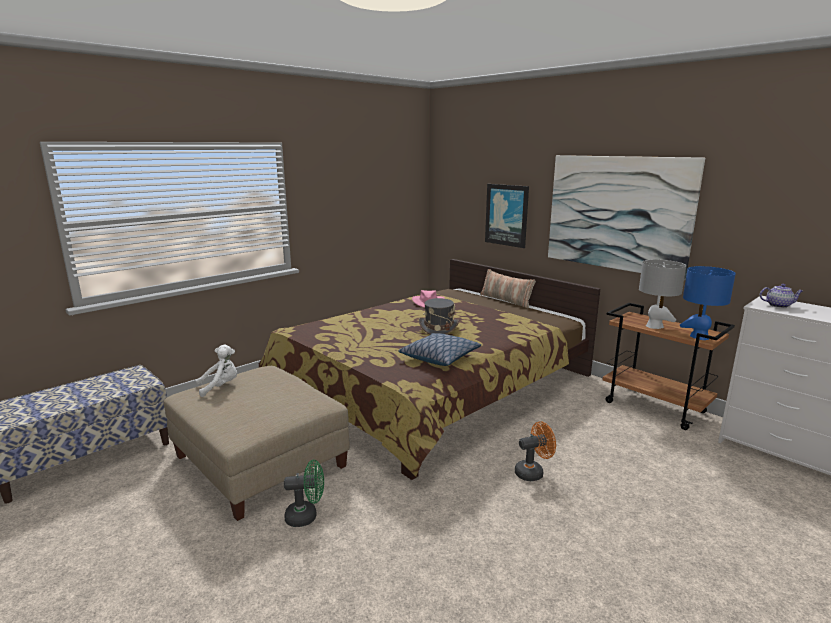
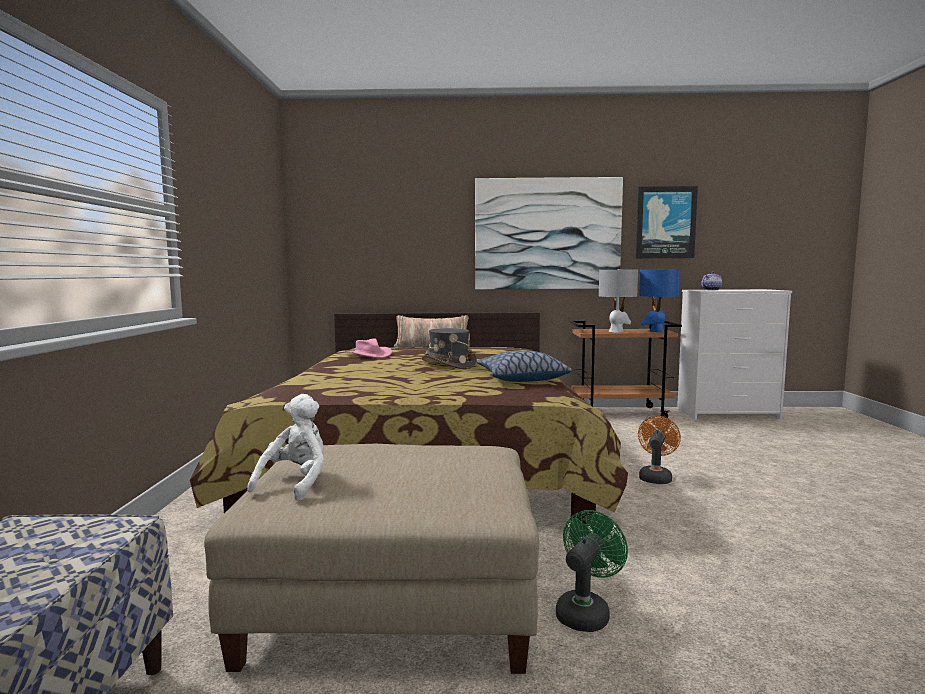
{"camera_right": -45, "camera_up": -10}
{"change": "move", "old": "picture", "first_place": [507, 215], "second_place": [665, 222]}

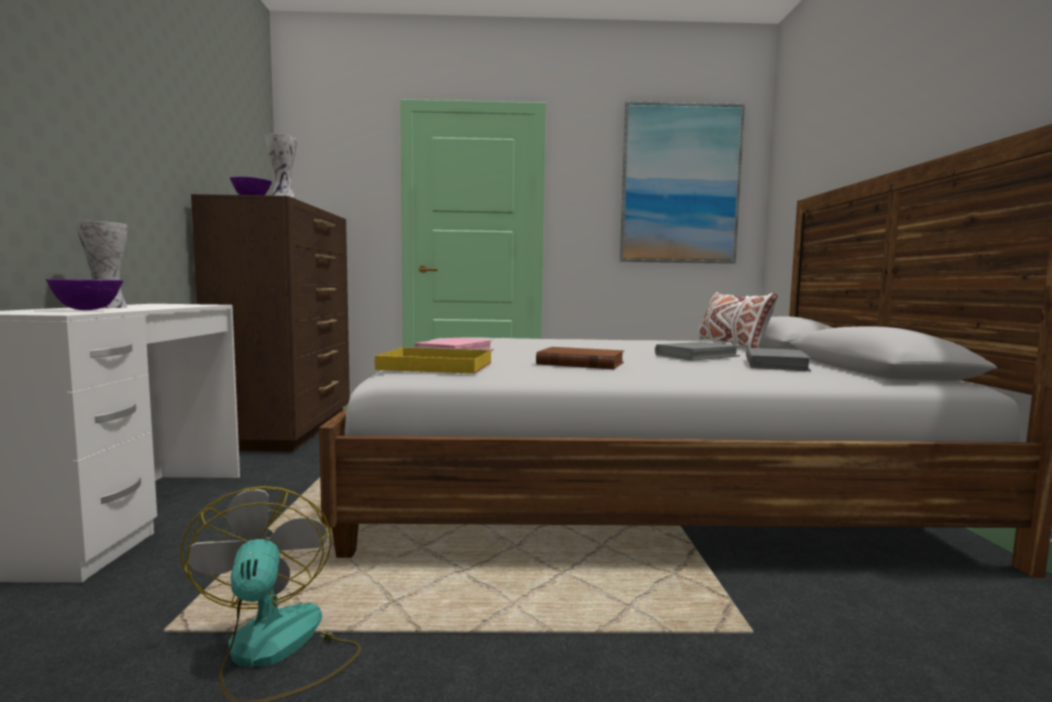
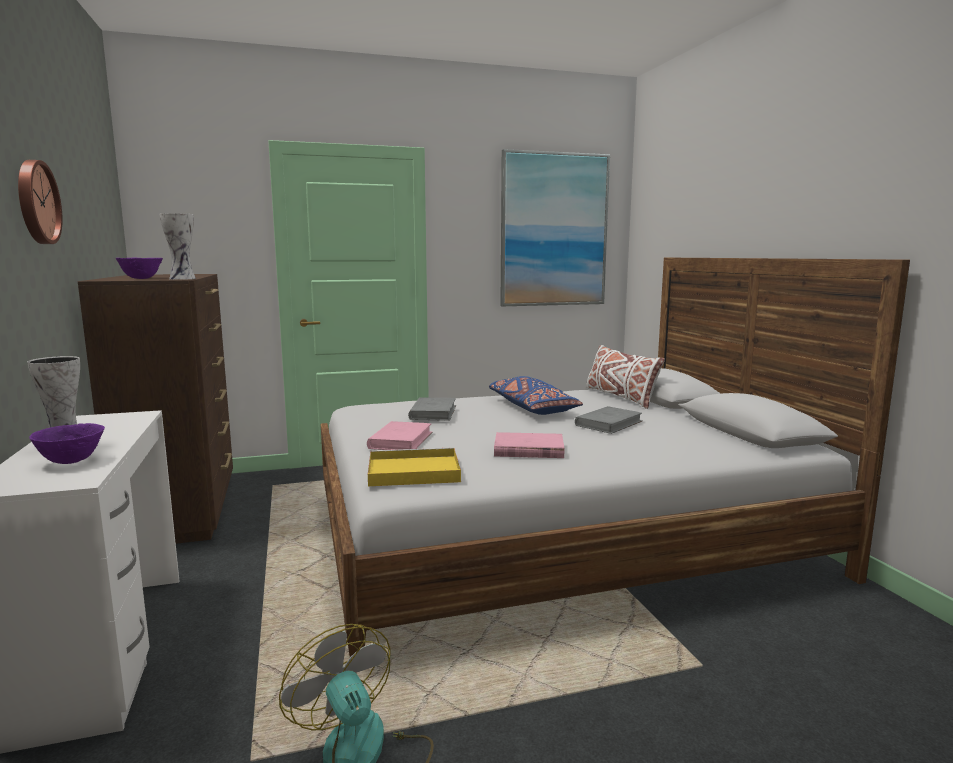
{"camera_right": -15, "camera_up": 5}
{"change": "insert", "new": "wall_clock", "second_place": [35, 202]}
{"change": "insert", "new": "blue_pillow", "second_place": [531, 407]}
{"change": "move", "old": "grey_book", "first_place": [776, 364], "second_place": [433, 412]}
{"change": "recolor", "old": "brown_book", "new": "pink_book", "first_place": [580, 363], "second_place": [528, 450]}

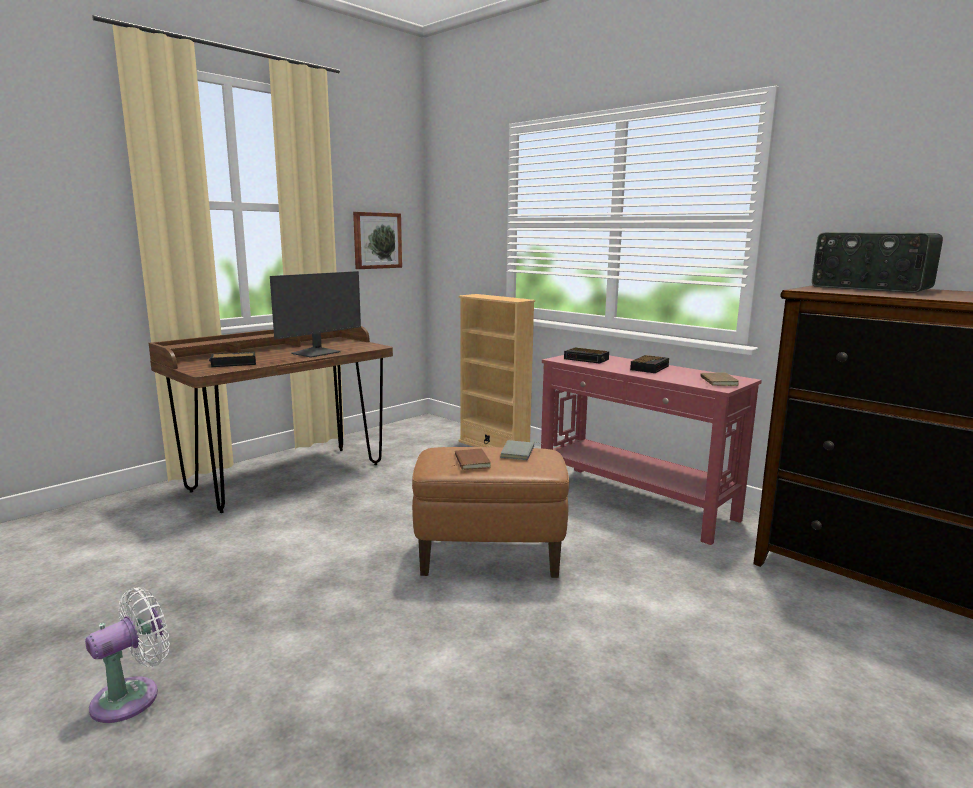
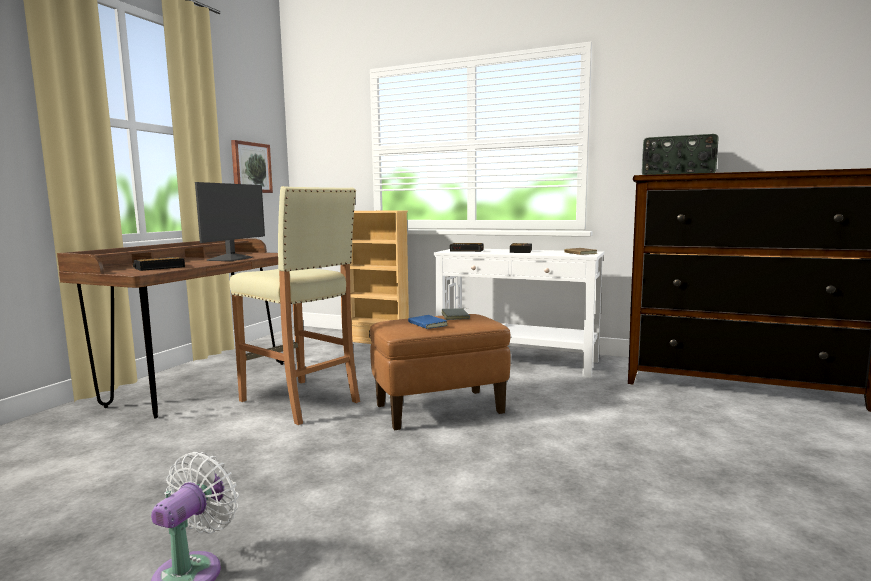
{"camera_right": -20, "camera_up": -5}
{"change": "insert", "new": "beige_stool", "second_place": [300, 401]}
{"change": "recolor", "old": "brown_book", "new": "blue_book", "first_place": [470, 462], "second_place": [426, 324]}
{"change": "recolor", "old": "red_console_table", "new": "white_console_table", "first_place": [635, 502], "second_place": [517, 361]}

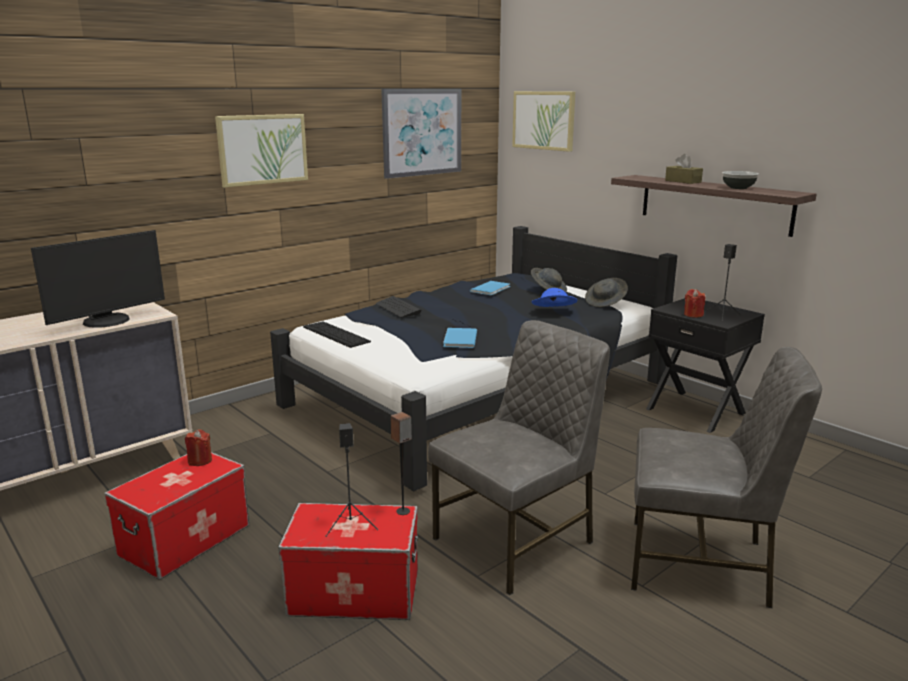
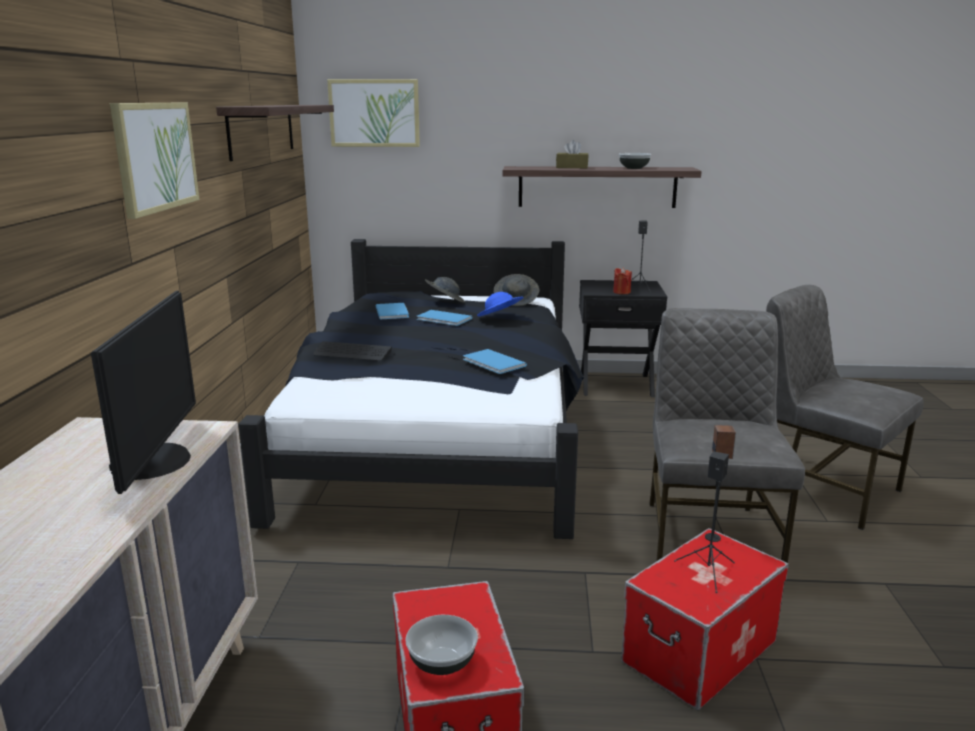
{"camera_right": -45, "camera_up": 0}
{"change": "delete", "old": "red_candle", "first_place": [200, 461]}
{"change": "delete", "old": "keyboard", "first_place": [336, 334]}
{"change": "insert", "new": "bowl", "second_place": [442, 662]}
{"change": "insert", "new": "blue_book", "second_place": [444, 319]}
{"change": "replace", "old": "picture", "new": "shelf", "first_place": [422, 132], "second_place": [262, 130]}
{"change": "rotate", "old": "grey_chair", "first_place": [700, 564], "second_place": [822, 488], "degrees": -105}

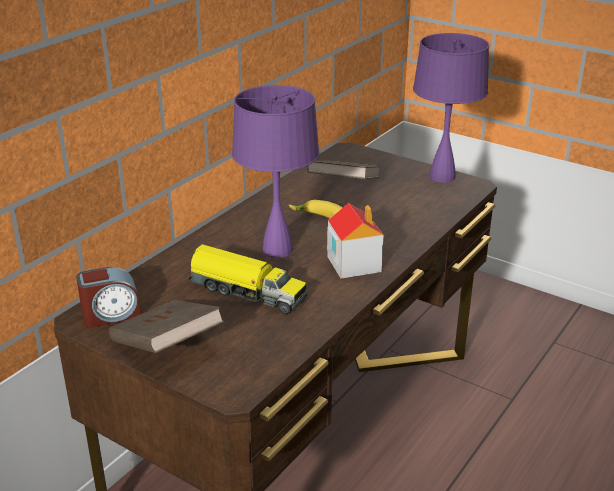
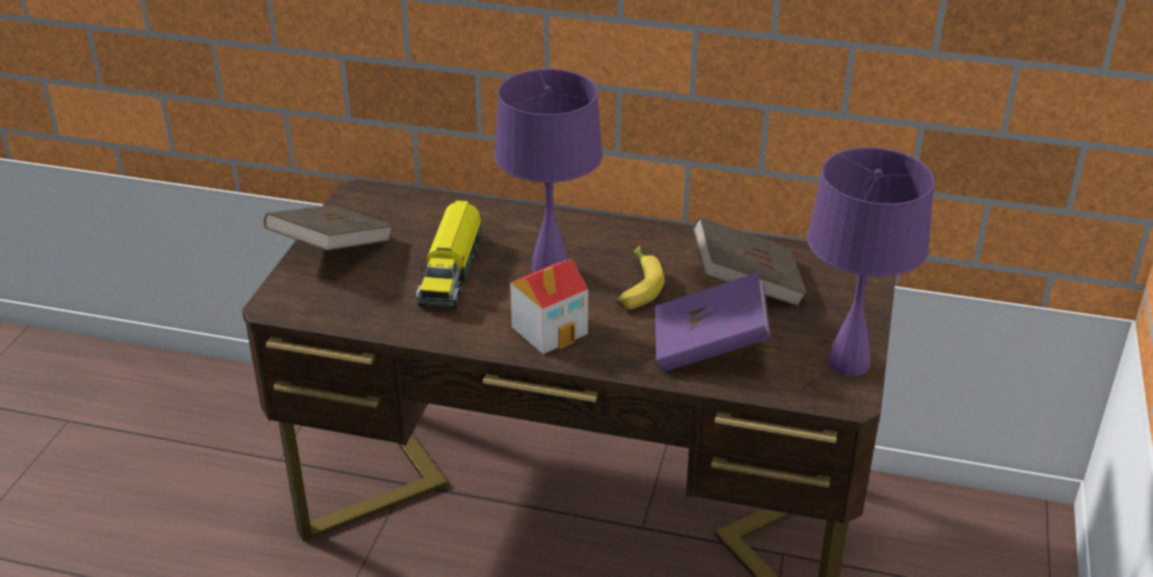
{"camera_right": 70, "camera_up": 5}
{"change": "delete", "old": "alarm_clock", "first_place": [111, 315]}
{"change": "insert", "new": "purple_book", "second_place": [709, 347]}

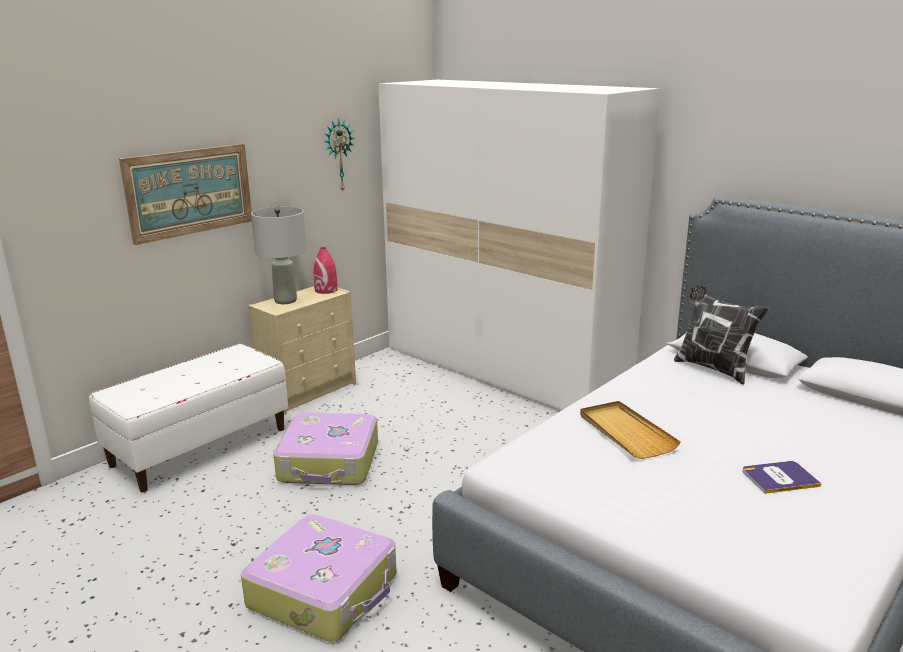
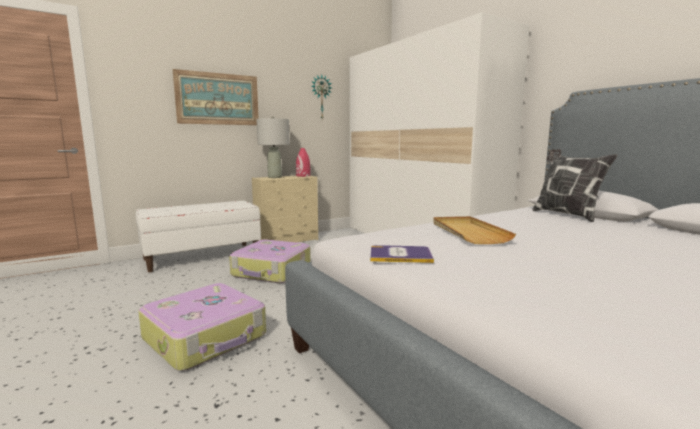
{"camera_right": 15, "camera_up": -10}
{"change": "move", "old": "book", "first_place": [779, 478], "second_place": [400, 255]}

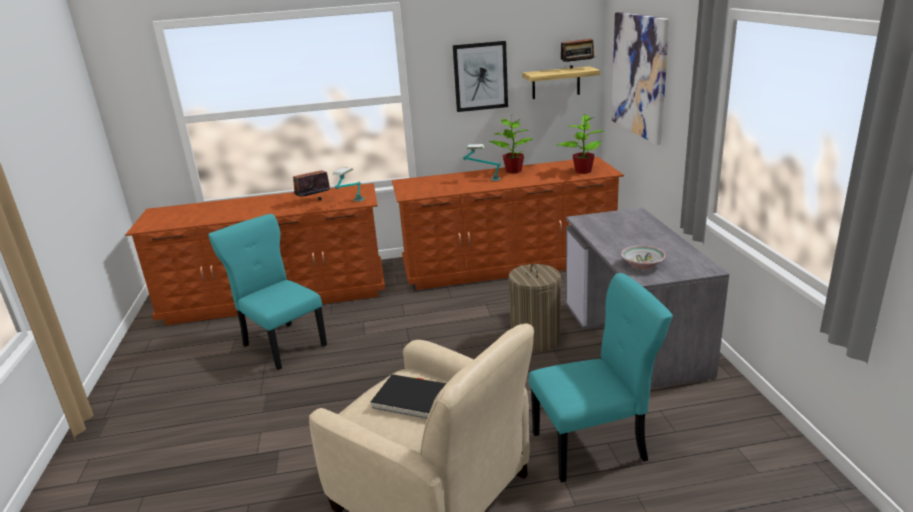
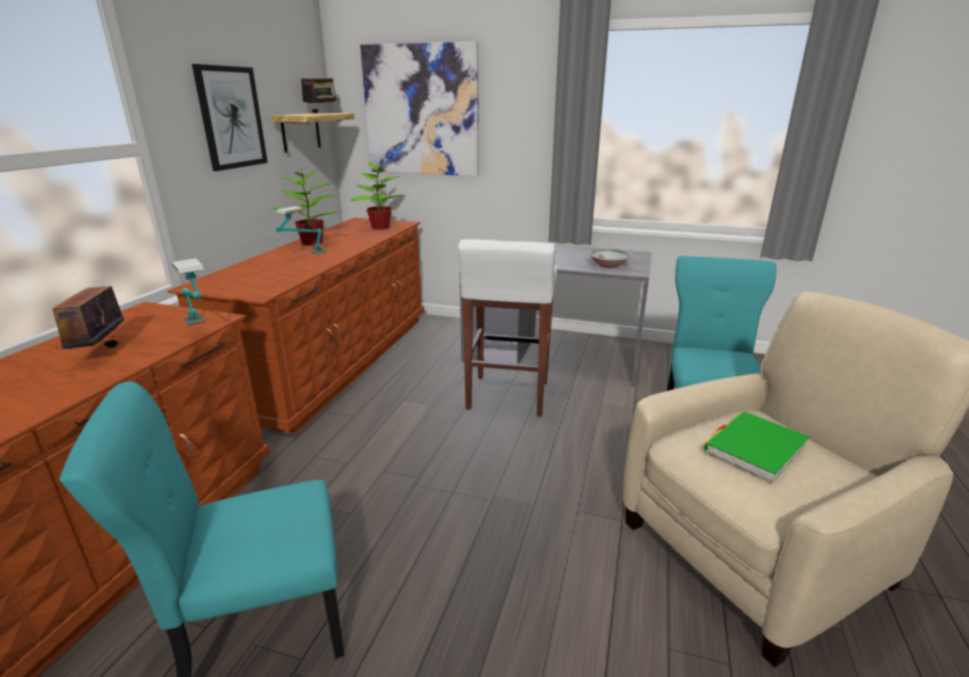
{"camera_right": -65, "camera_up": 0}
{"change": "replace", "old": "laundry_basket", "new": "white_stool", "first_place": [535, 339], "second_place": [507, 396]}
{"change": "recolor", "old": "black_book", "new": "green_book", "first_place": [411, 399], "second_place": [755, 449]}

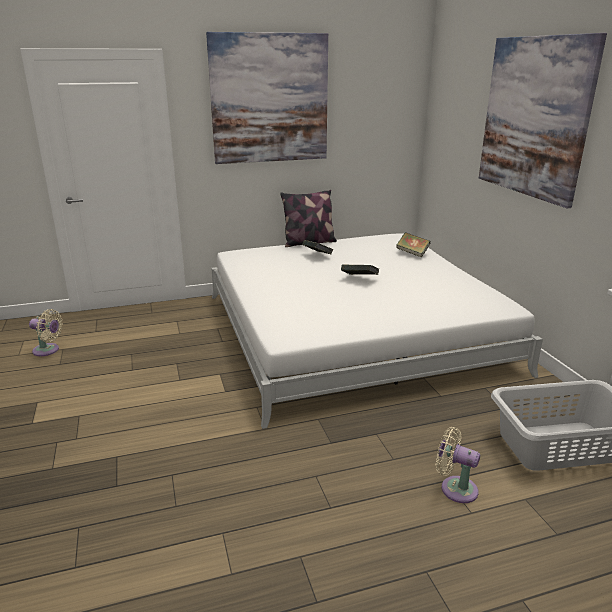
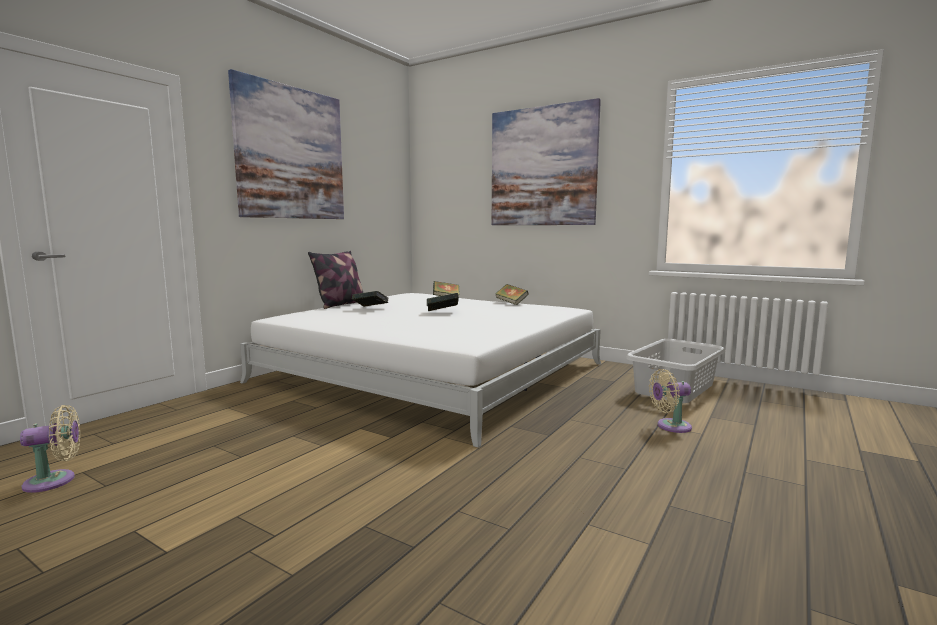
{"camera_right": -40, "camera_up": -15}
{"change": "insert", "new": "book", "second_place": [511, 303]}

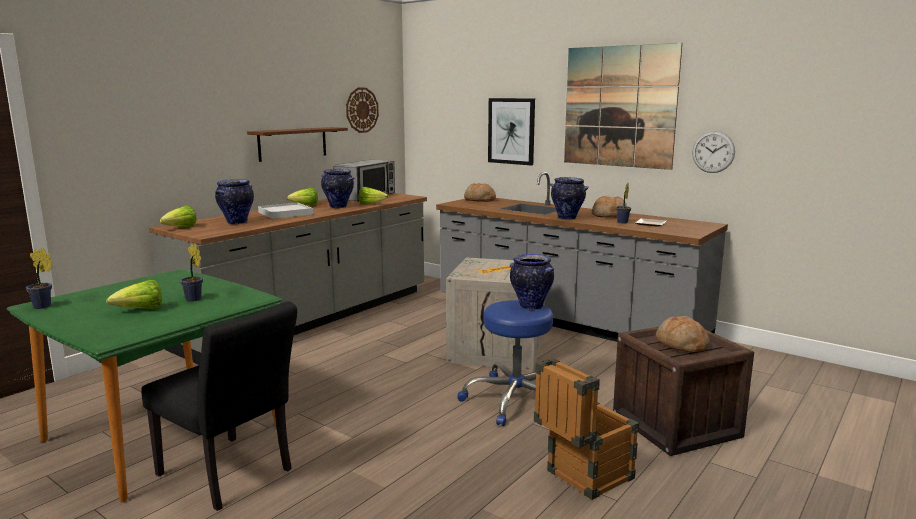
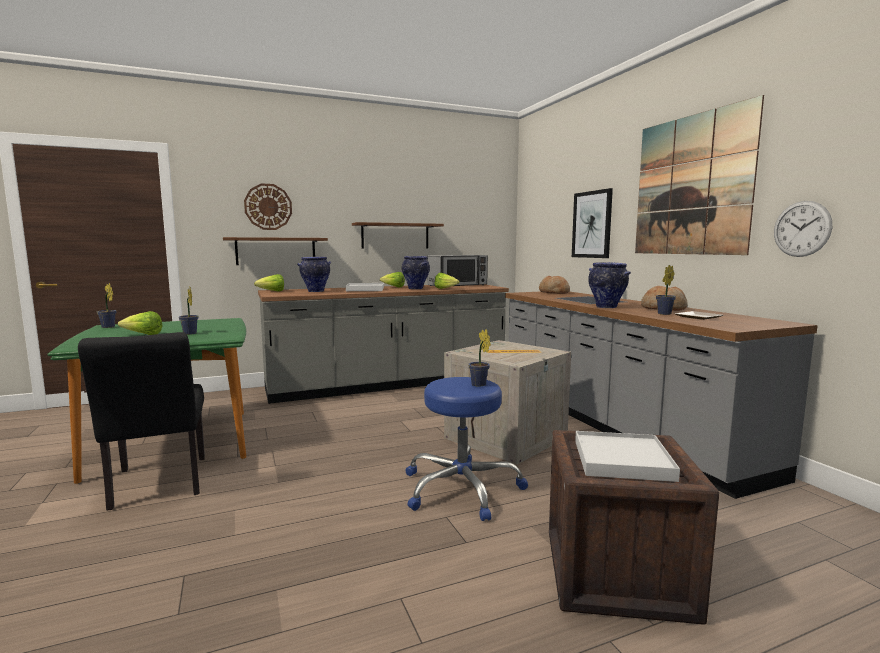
{"camera_right": 30, "camera_up": -5}
{"change": "delete", "old": "crate", "first_place": [582, 478]}
{"change": "insert", "new": "brown_shelf", "second_place": [276, 251]}
{"change": "move", "old": "wall_clock", "first_place": [362, 110], "second_place": [268, 207]}
{"change": "replace", "old": "vase", "new": "potted_plant", "first_place": [530, 306], "second_place": [479, 385]}
{"change": "replace", "old": "bread", "new": "white_tray", "first_place": [681, 345], "second_place": [622, 460]}

